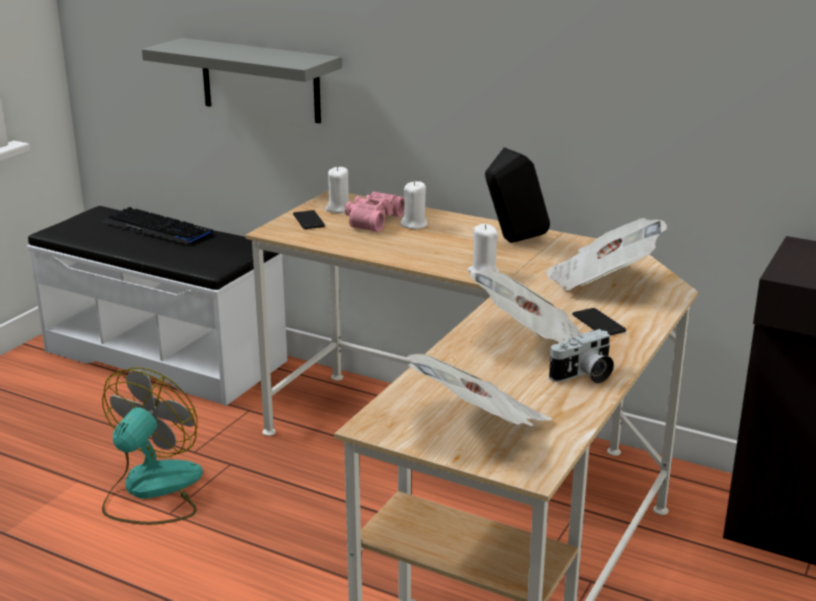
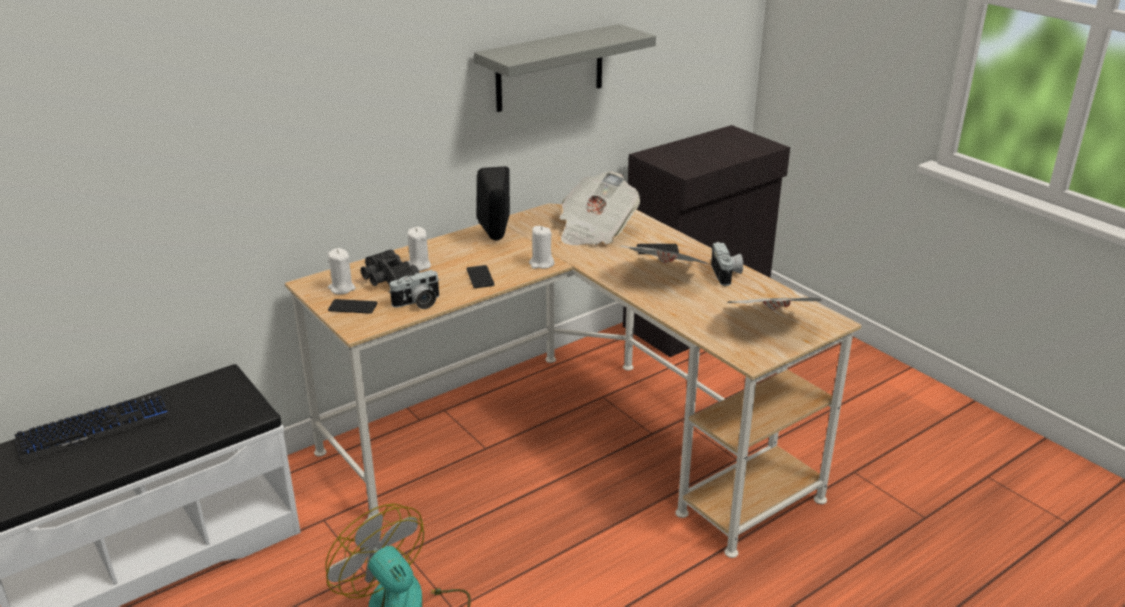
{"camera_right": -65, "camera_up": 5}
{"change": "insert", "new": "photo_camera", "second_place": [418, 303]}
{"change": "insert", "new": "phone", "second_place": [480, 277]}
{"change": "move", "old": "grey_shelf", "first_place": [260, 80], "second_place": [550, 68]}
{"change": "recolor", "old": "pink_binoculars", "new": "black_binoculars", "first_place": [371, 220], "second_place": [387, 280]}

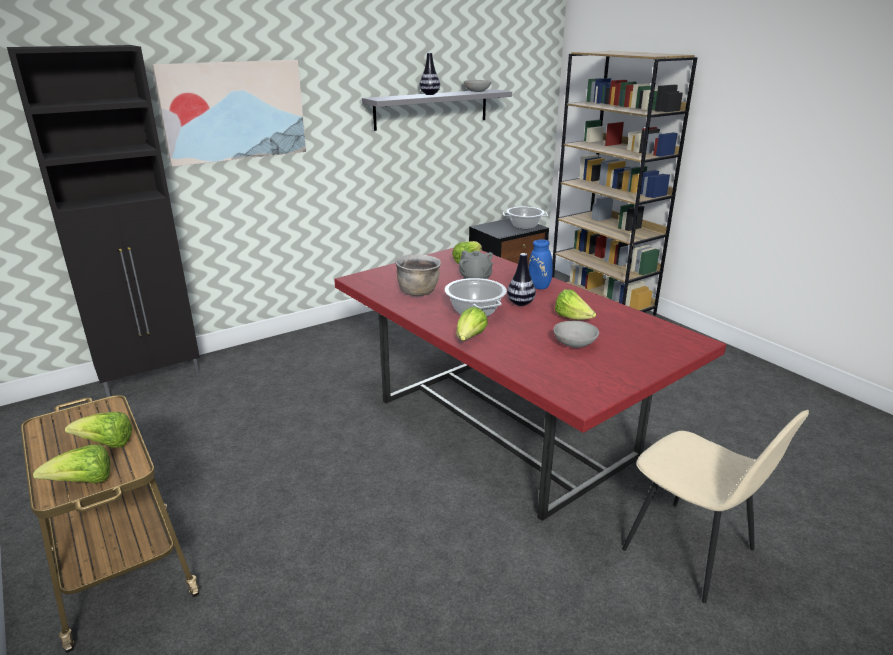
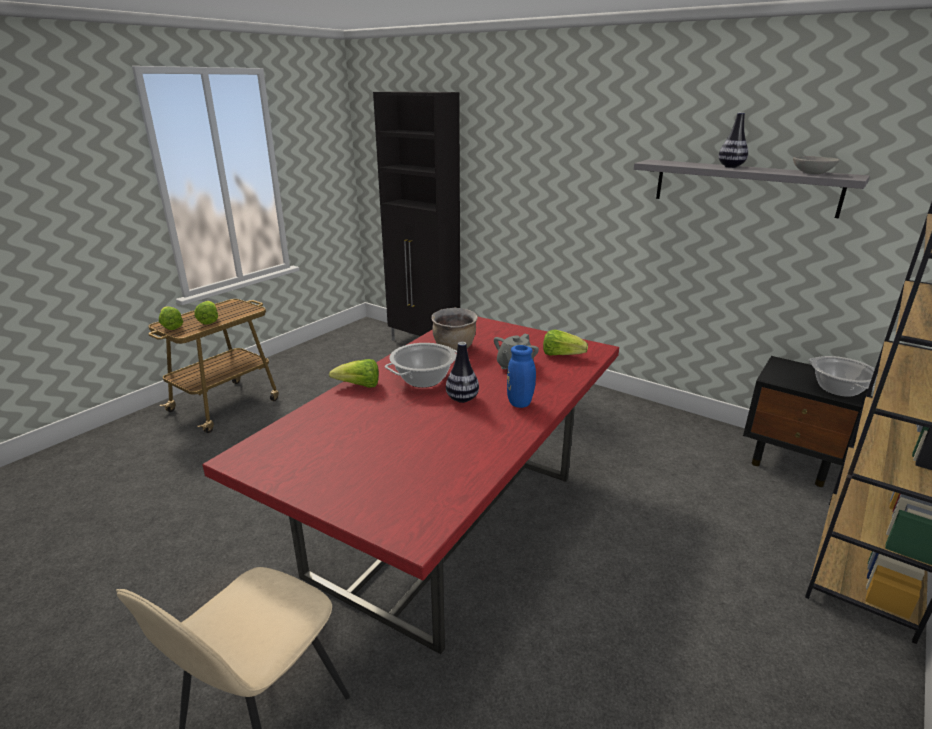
{"camera_right": 70, "camera_up": 0}
{"change": "delete", "old": "picture", "first_place": [234, 111]}
{"change": "delete", "old": "grey_bowl", "first_place": [574, 344]}
{"change": "delete", "old": "lettuce", "first_place": [572, 318]}

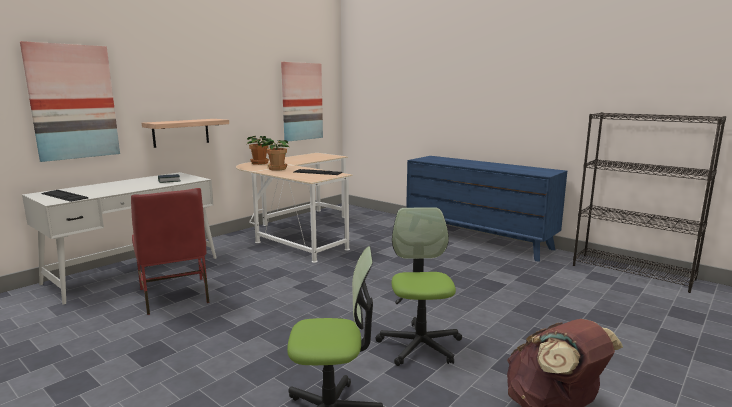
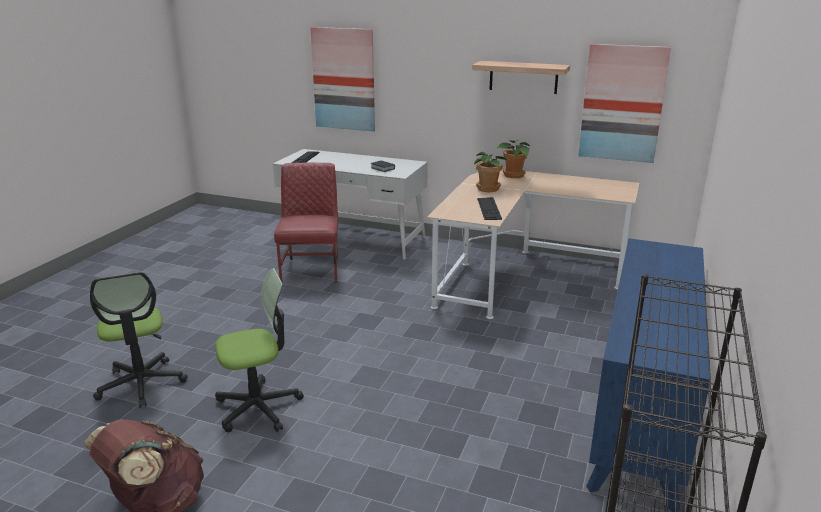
{"camera_right": 70, "camera_up": 10}
{"change": "move", "old": "shelf", "first_place": [181, 132], "second_place": [523, 77]}
{"change": "rotate", "old": "red_chair", "first_place": [175, 296], "second_place": [312, 269], "degrees": 135}

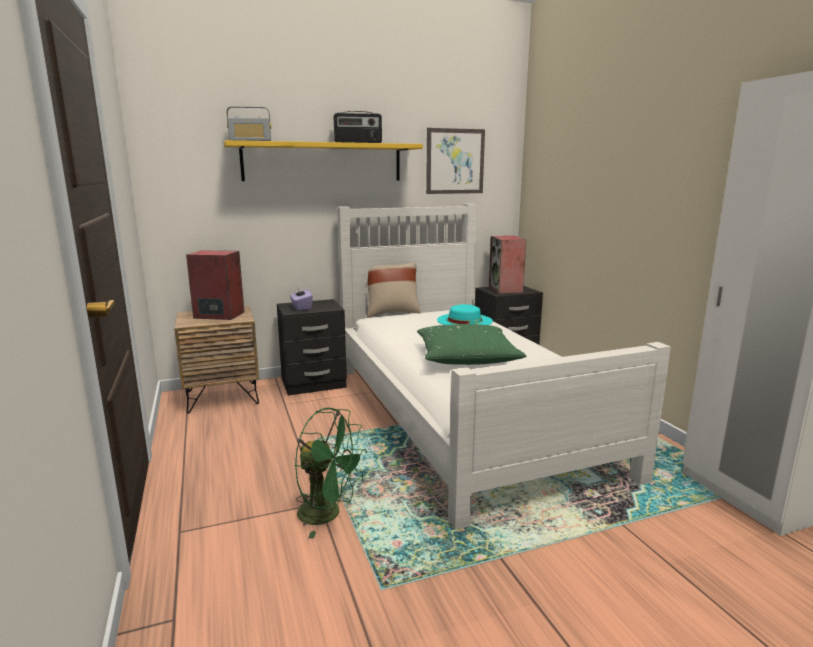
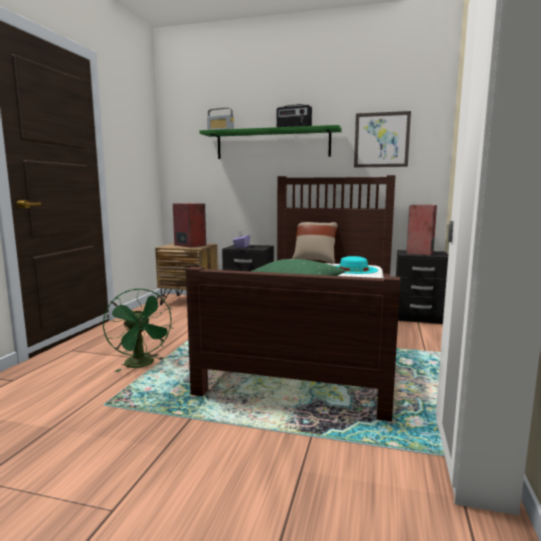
{"camera_right": 35, "camera_up": -5}
{"change": "recolor", "old": "yellow_shelf", "new": "green_shelf", "first_place": [323, 162], "second_place": [272, 144]}
{"change": "recolor", "old": "white_bed", "new": "brown_bed", "first_place": [462, 414], "second_place": [315, 341]}

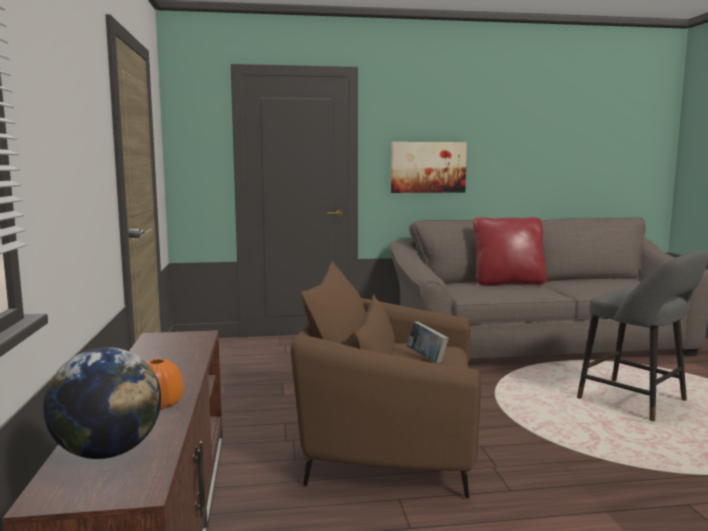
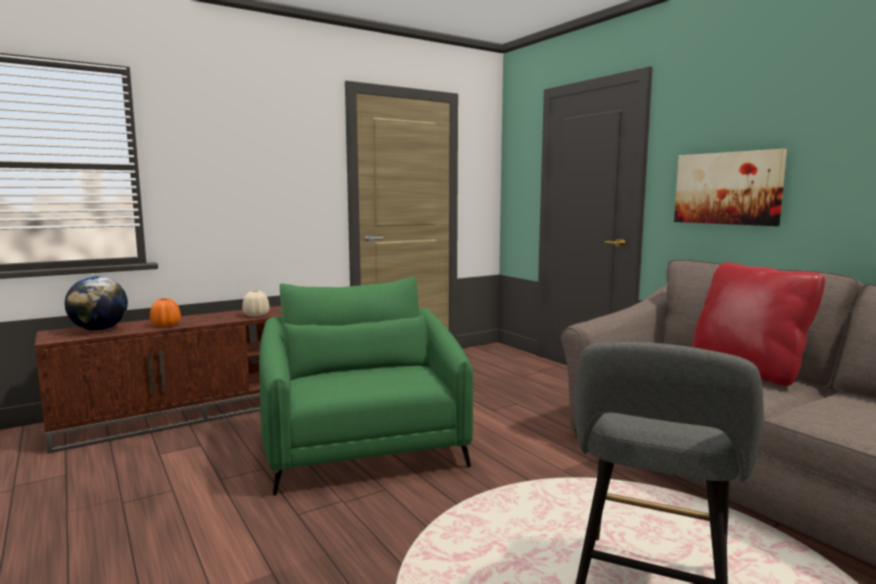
{"camera_right": 65, "camera_up": 0}
{"change": "delete", "old": "book", "first_place": [426, 358]}
{"change": "insert", "new": "beige_vase", "second_place": [256, 315]}
{"change": "recolor", "old": "brown_armchair", "new": "green_armchair", "first_place": [389, 441], "second_place": [364, 448]}

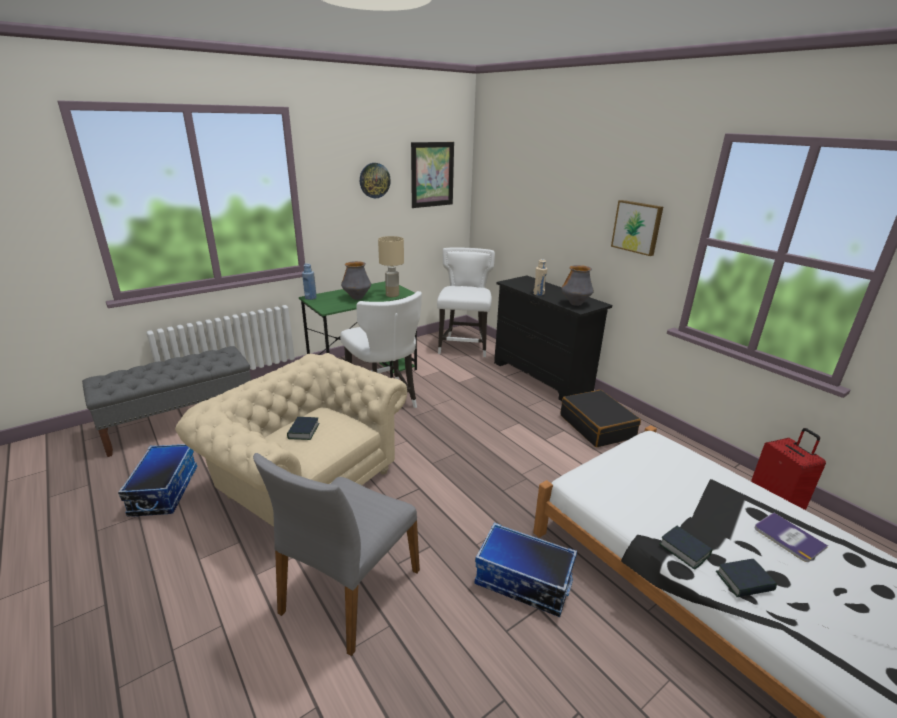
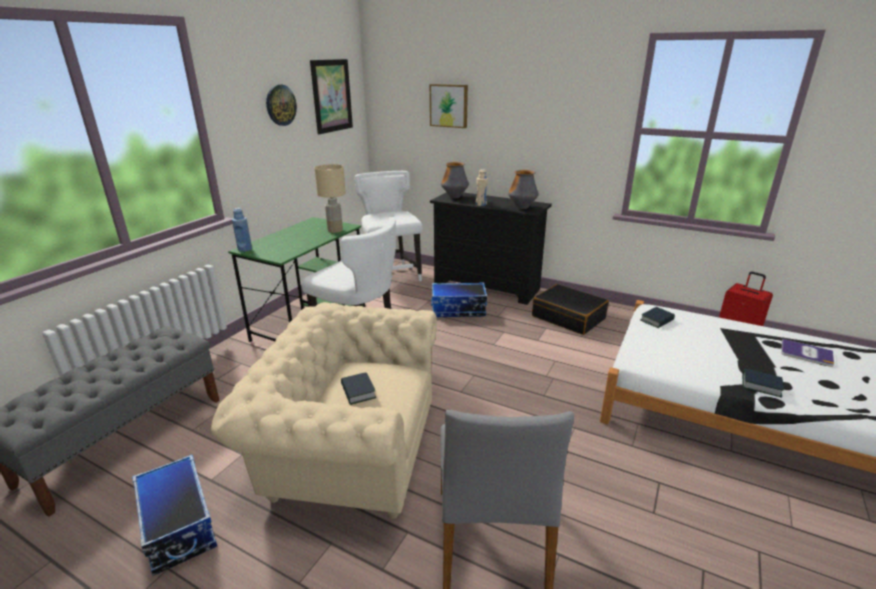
{"camera_right": -25, "camera_up": 0}
{"change": "move", "old": "vase", "first_place": [357, 298], "second_place": [454, 197]}
{"change": "move", "old": "storage_box", "first_place": [522, 582], "second_place": [458, 310]}
{"change": "move", "old": "picture", "first_place": [637, 227], "second_place": [449, 105]}
{"change": "move", "old": "book", "first_place": [744, 582], "second_place": [657, 320]}

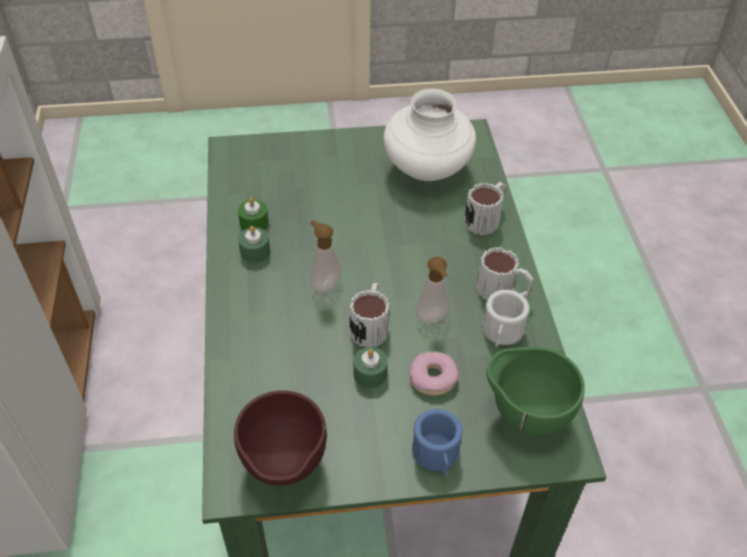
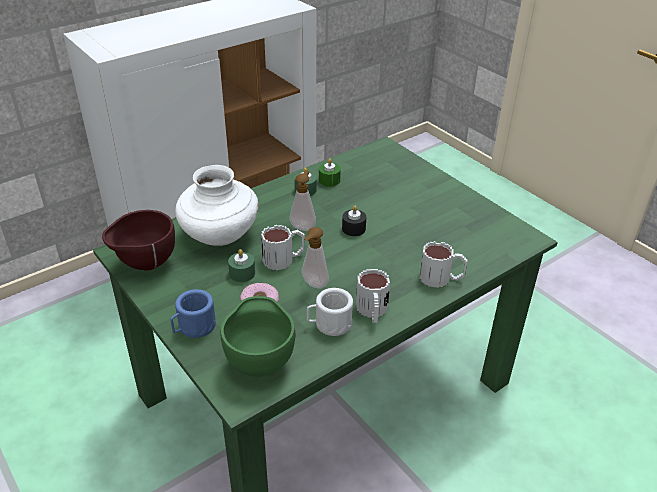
{"camera_right": 60, "camera_up": -10}
{"change": "insert", "new": "black_candle", "second_place": [353, 229]}
{"change": "move", "old": "white_vase", "first_place": [427, 169], "second_place": [219, 236]}

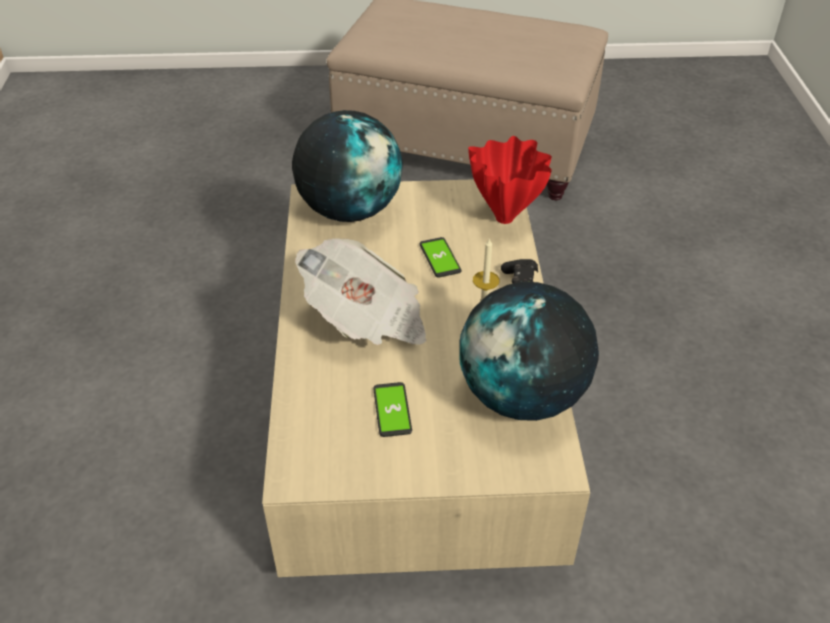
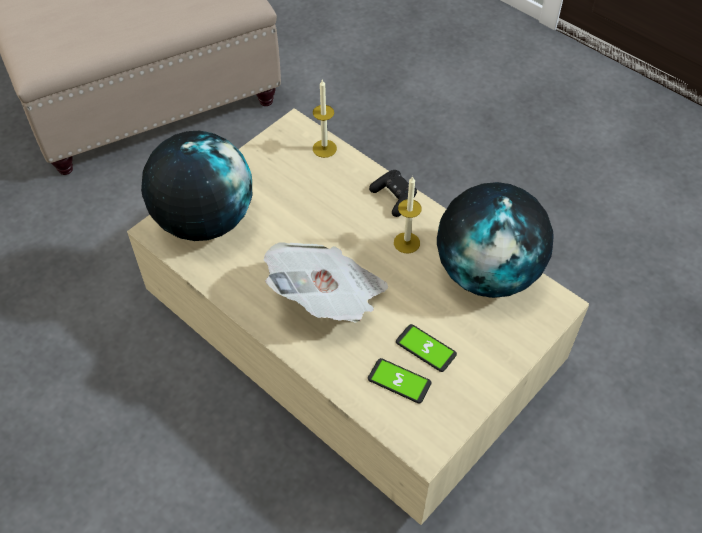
{"camera_right": -45, "camera_up": 10}
{"change": "move", "old": "phone", "first_place": [440, 258], "second_place": [399, 381]}
{"change": "replace", "old": "red_vase", "new": "candle", "first_place": [506, 219], "second_place": [324, 148]}

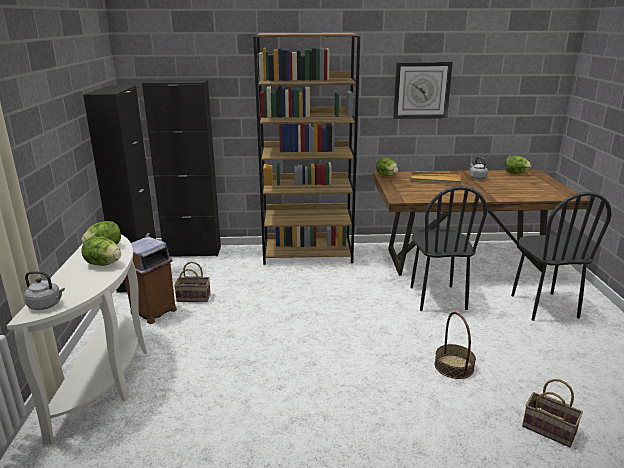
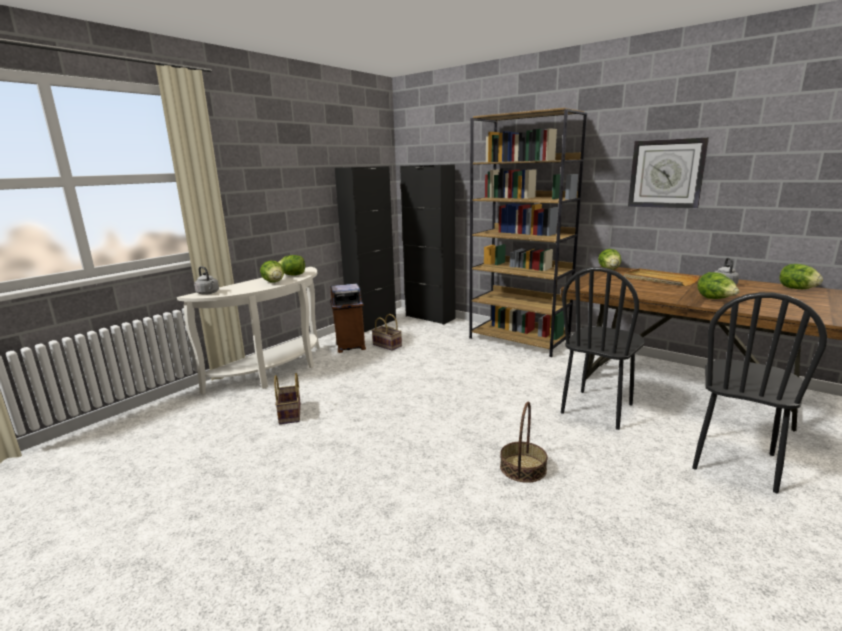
{"camera_right": 40, "camera_up": -5}
{"change": "insert", "new": "lettuce", "second_place": [715, 299]}
{"change": "move", "old": "basket", "first_place": [550, 430], "second_place": [290, 414]}

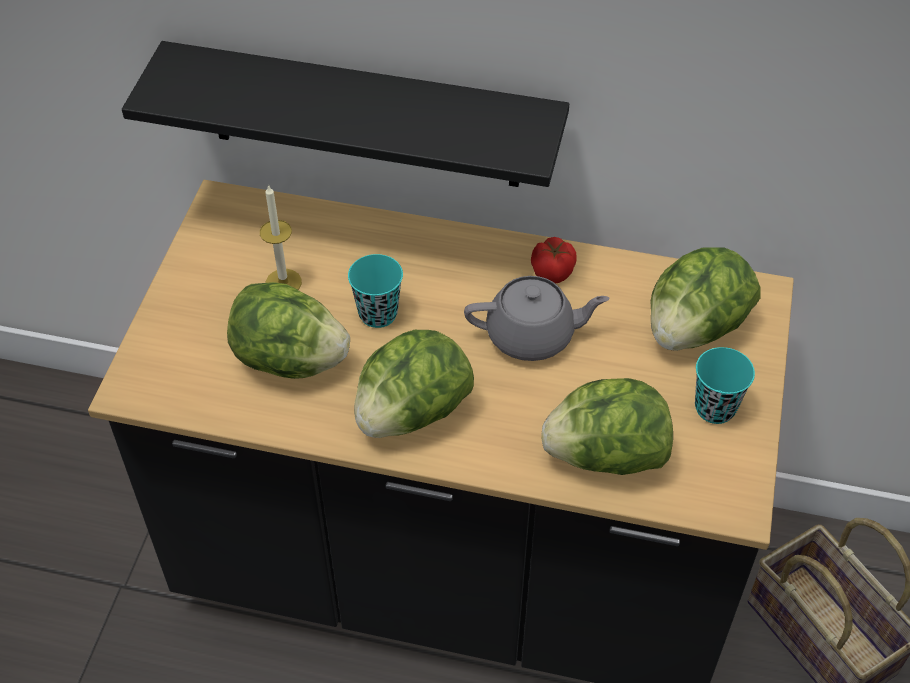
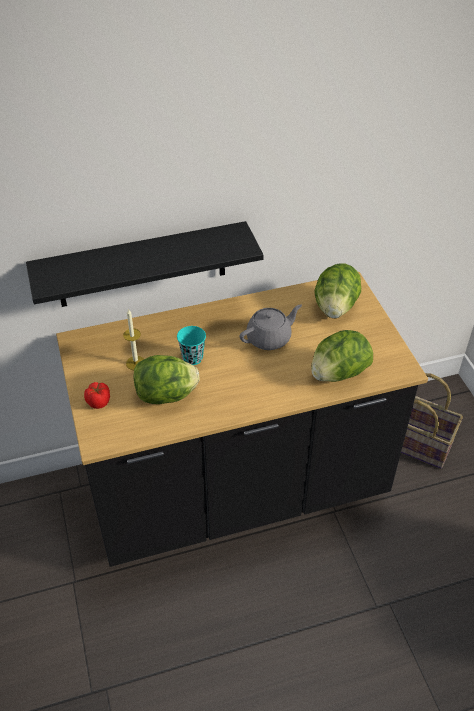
{"camera_right": -30, "camera_up": -5}
{"change": "delete", "old": "lettuce", "first_place": [412, 413]}
{"change": "delete", "old": "turquoise_cup", "first_place": [715, 408]}
{"change": "move", "old": "tomato", "first_place": [553, 272], "second_place": [99, 401]}

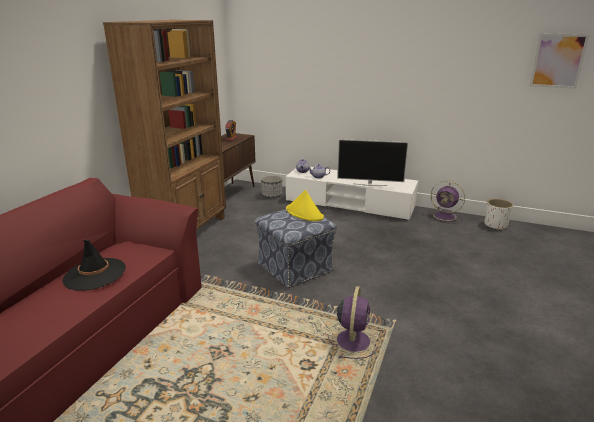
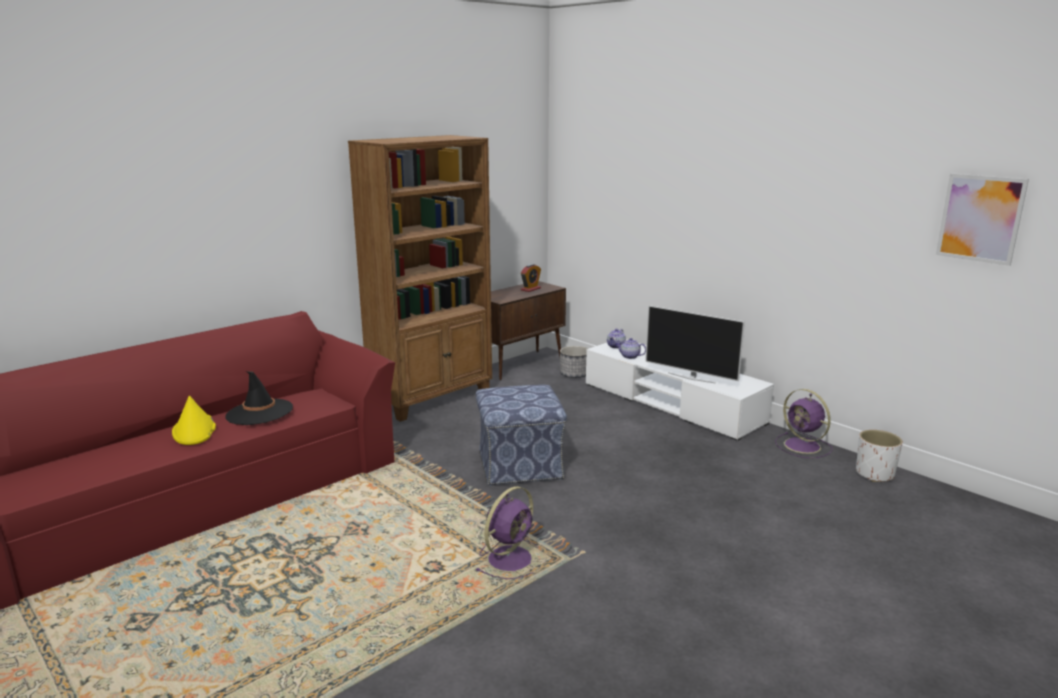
{"camera_right": 25, "camera_up": -5}
{"change": "move", "old": "yellow_hat", "first_place": [304, 213], "second_place": [194, 431]}

